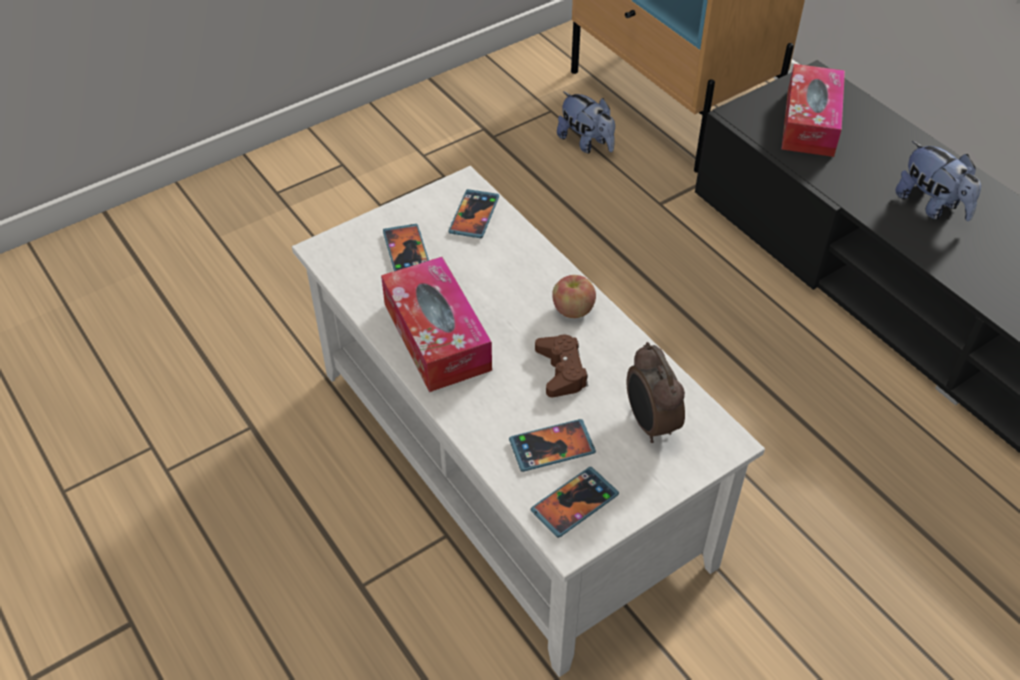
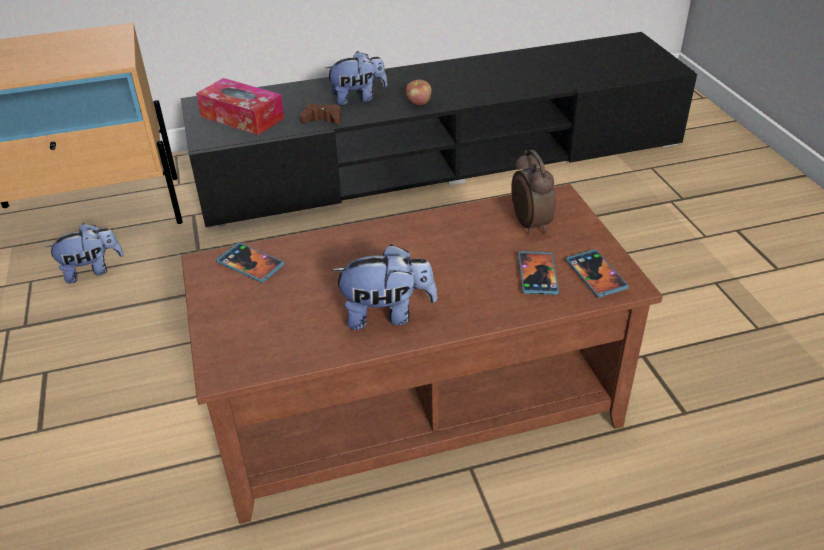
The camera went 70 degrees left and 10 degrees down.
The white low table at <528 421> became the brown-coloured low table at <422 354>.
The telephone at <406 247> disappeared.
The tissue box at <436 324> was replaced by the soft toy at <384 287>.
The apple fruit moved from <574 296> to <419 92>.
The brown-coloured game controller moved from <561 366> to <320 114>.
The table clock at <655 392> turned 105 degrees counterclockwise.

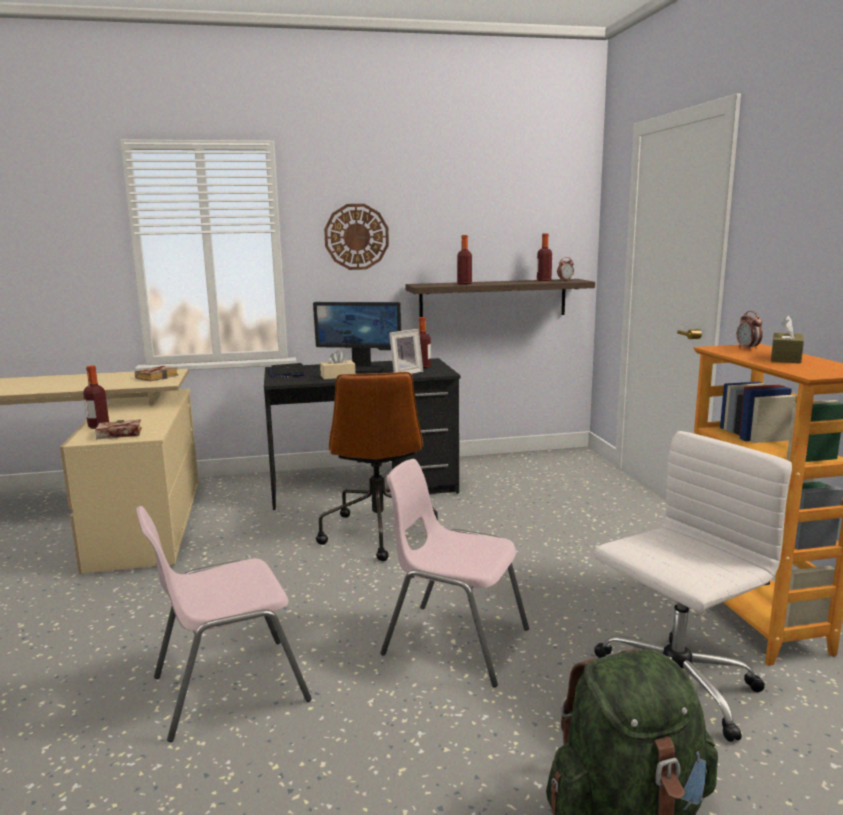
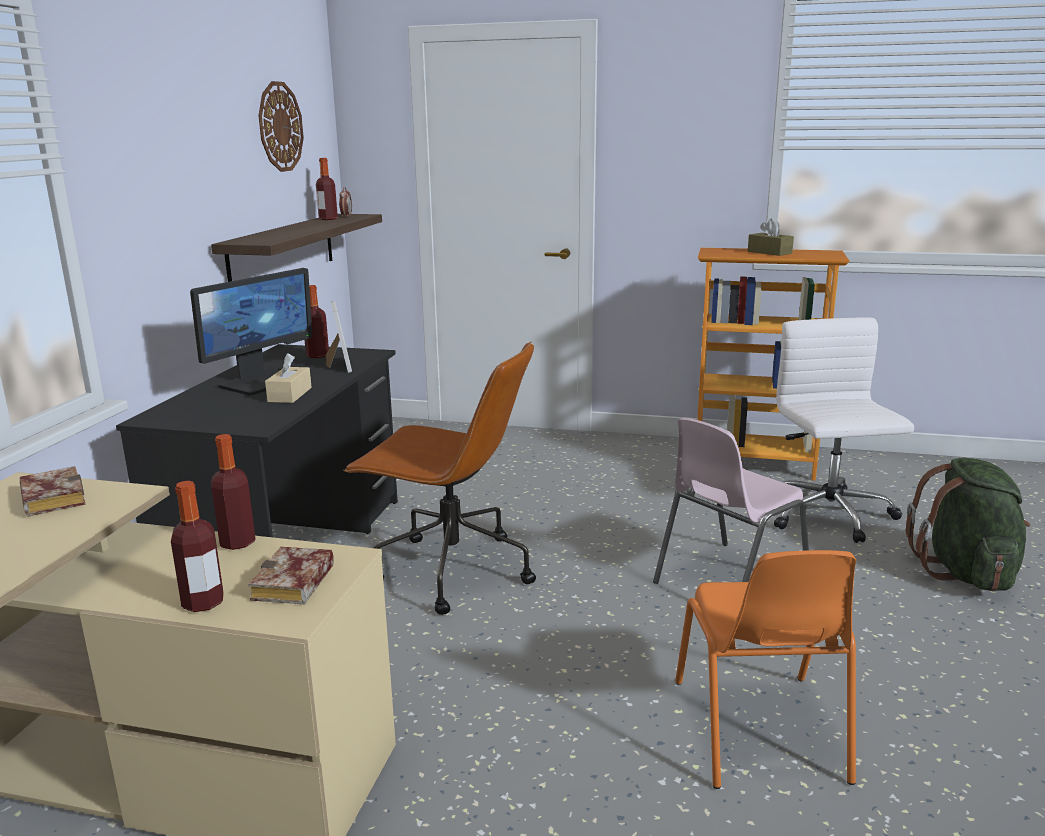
The camera went 65 degrees left and 5 degrees up.
The clock on the wall moved from <356 237> to <281 126>.
The bottle moved from <464 259> to <233 492>.
The table clock at <750 330> disappeared.
The laptop at <288 370> disappeared.
The pink plain chair at <224 624> became the orange-coloured plain chair at <765 669>.

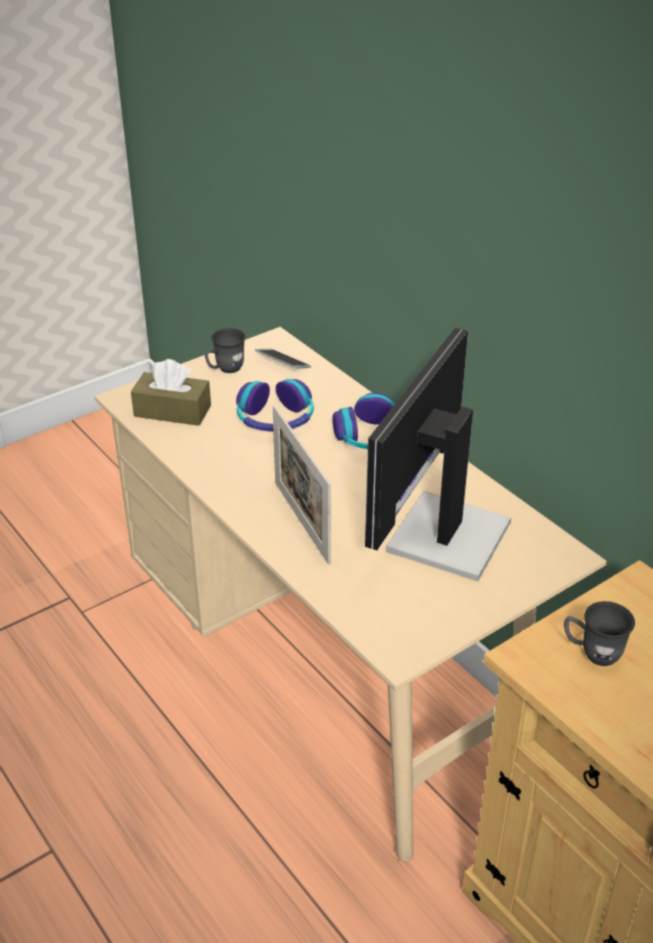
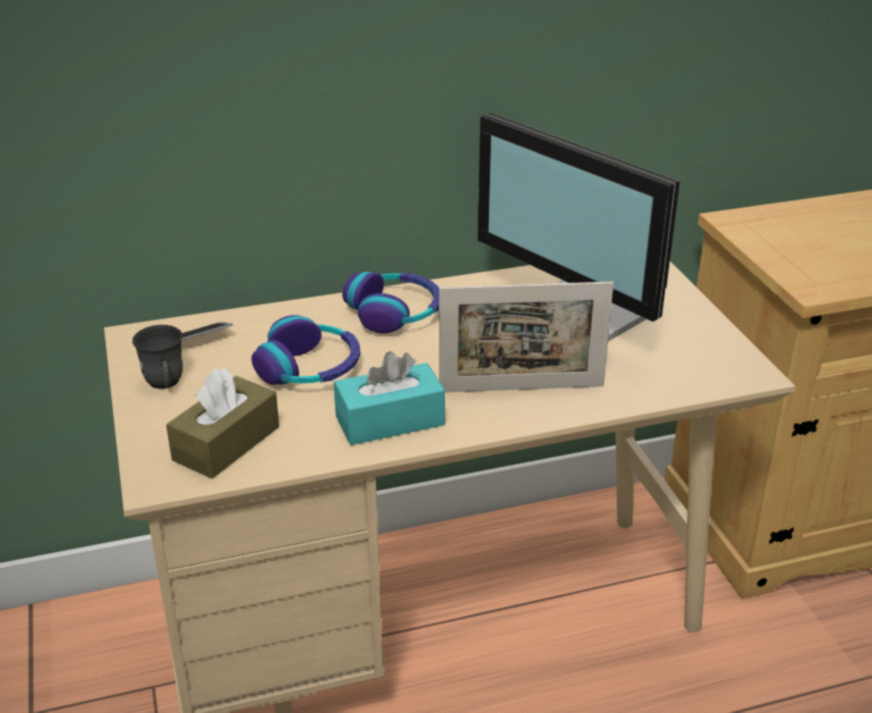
The camera went 70 degrees left and 5 degrees down.
The grey mug at <599 633> disappeared.
The turquoise tissue box at <389 398> appeared.

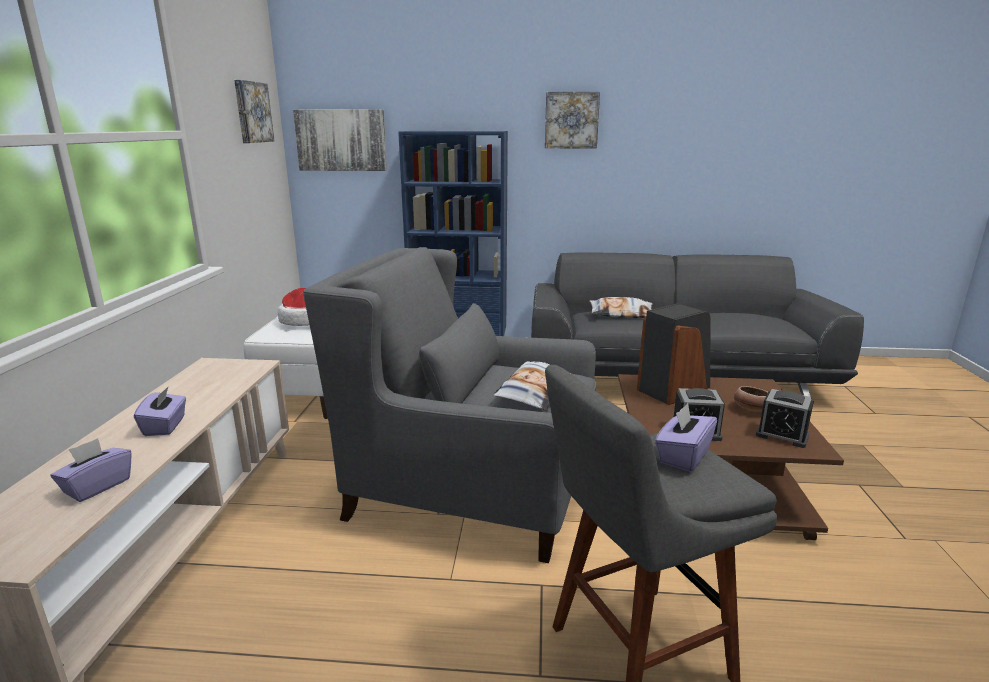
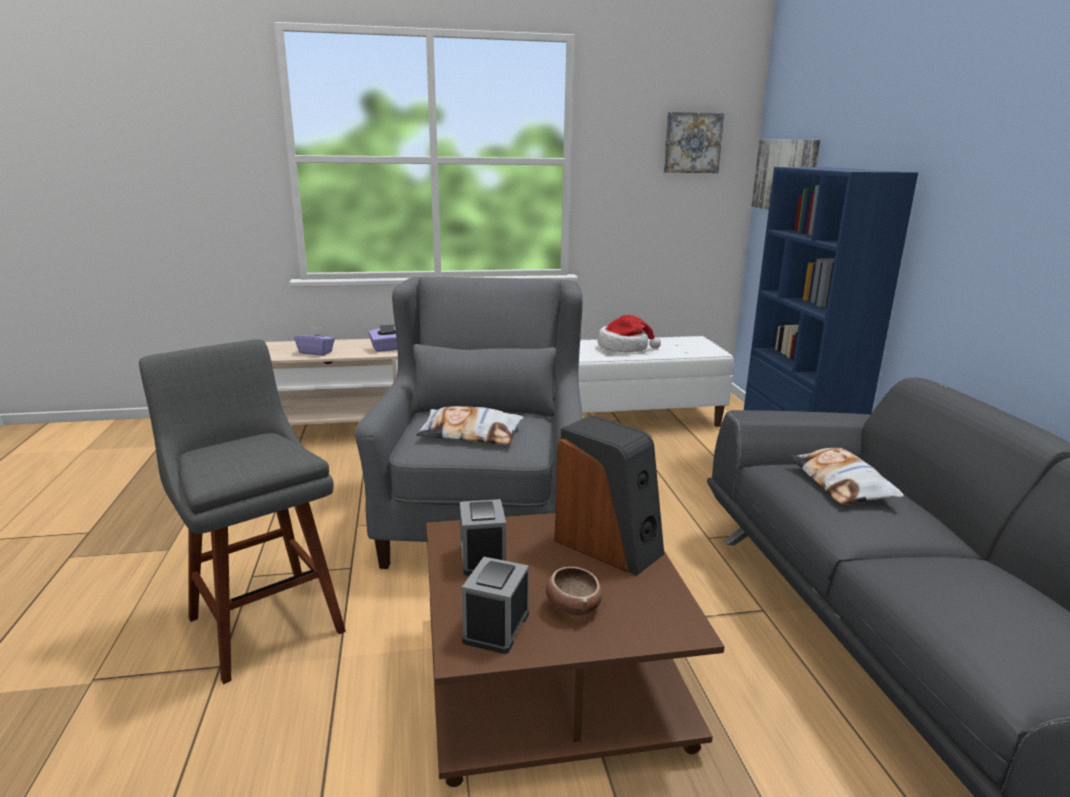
The camera went 75 degrees right and 0 degrees up.
The picture at <572 120> disappeared.
The purplish tissue box at <686 437> disappeared.

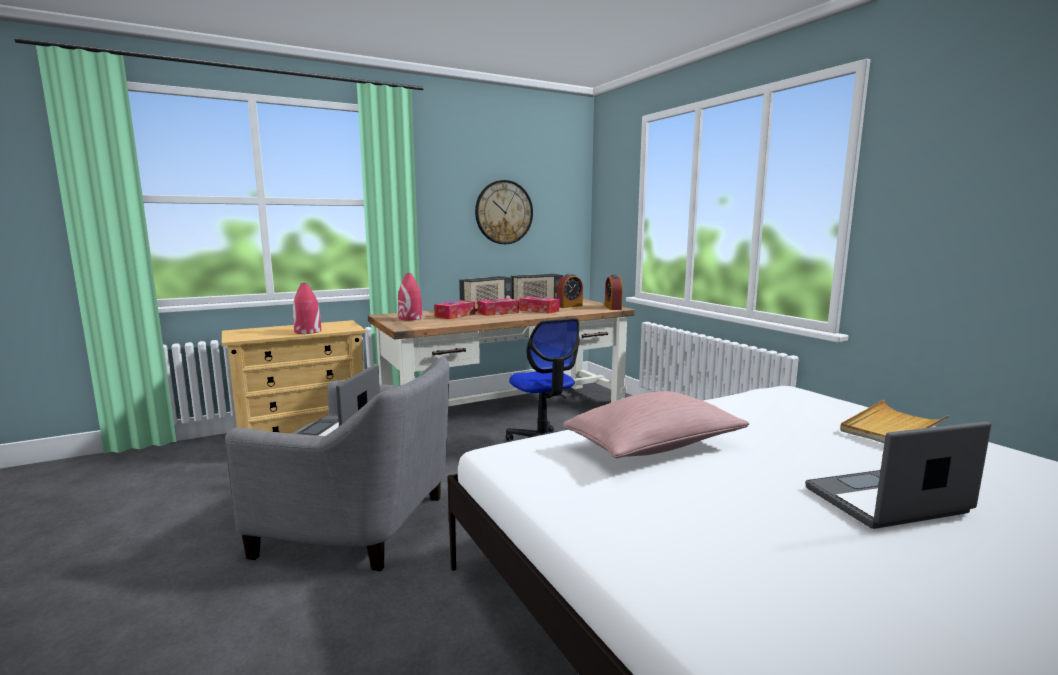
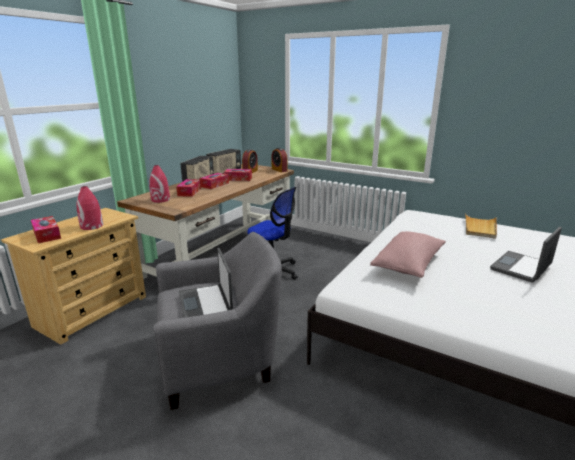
The camera went 30 degrees left and 10 degrees up.
The clock on the wall at <504 212> disappeared.
The tissue box at <46 229> appeared.

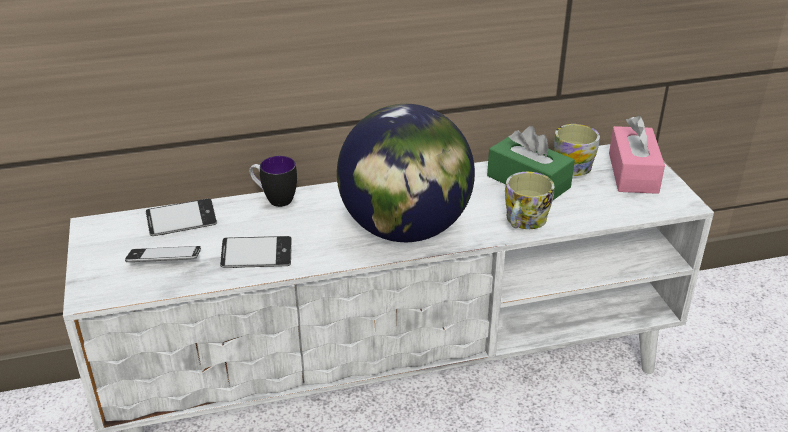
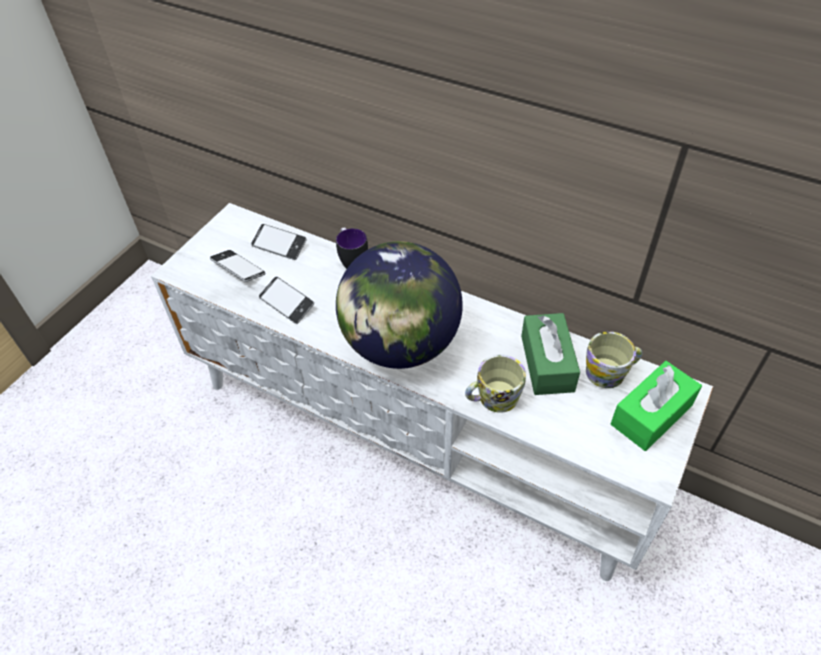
The camera went 45 degrees right and 15 degrees up.
The pink tissue box at <637 155> became the greenish tissue box at <656 406>.

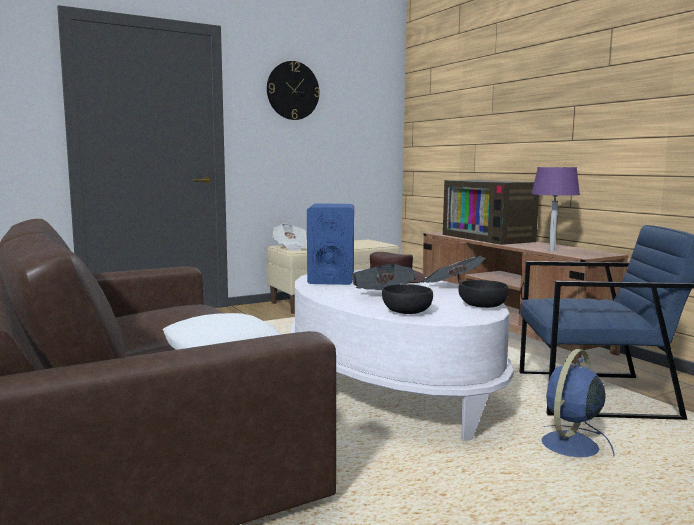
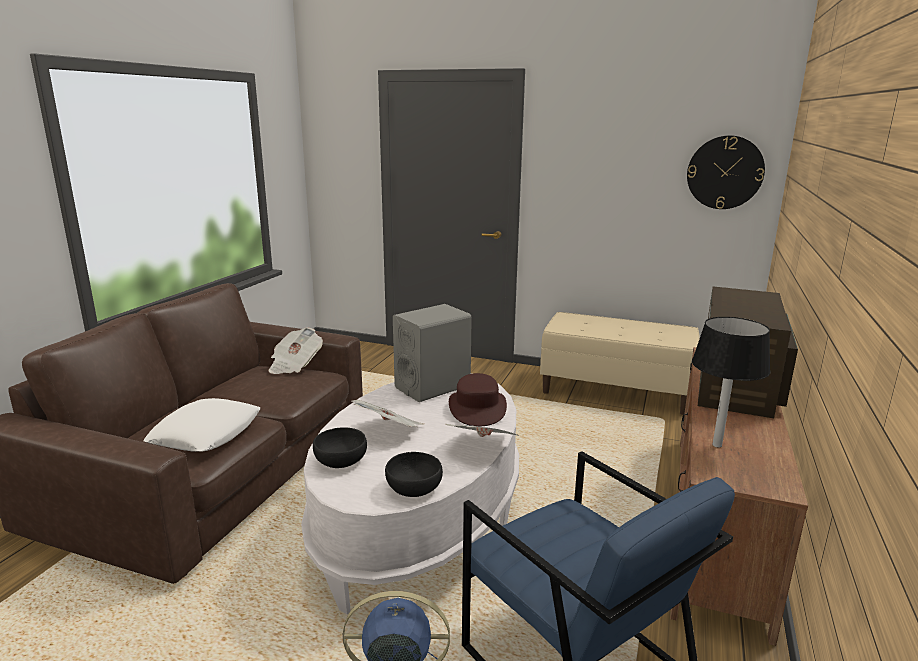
The camera went 50 degrees right and 10 degrees up.
The clock on the wall moved from <293 90> to <726 172>.
The purplish lamp for a table at <555 209> became the black lamp for a table at <731 382>.
The bluish speaker at <330 244> became the grey speaker at <432 353>.
The newspaper moved from <290 237> to <295 351>.

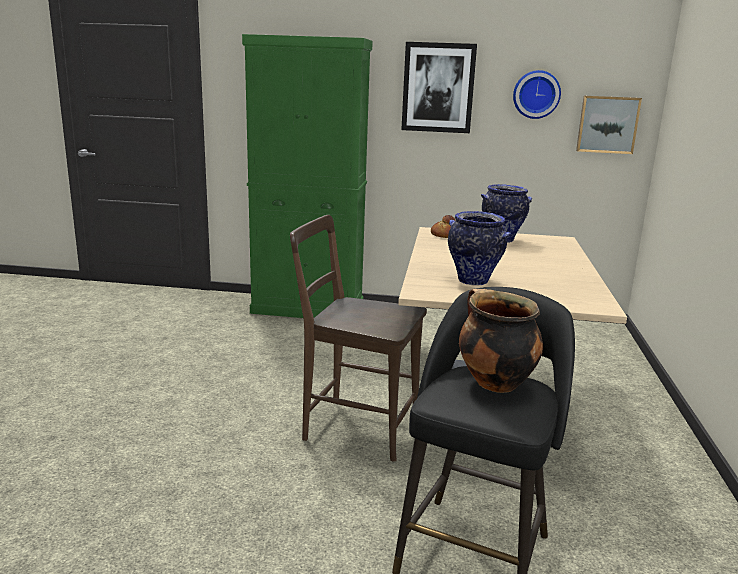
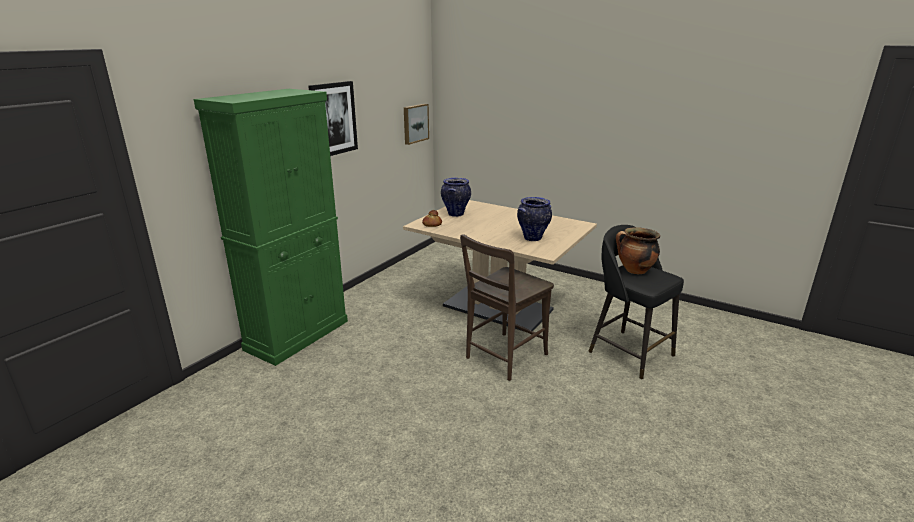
The camera went 65 degrees left and 5 degrees up.
The clock on the wall at <537 94> disappeared.

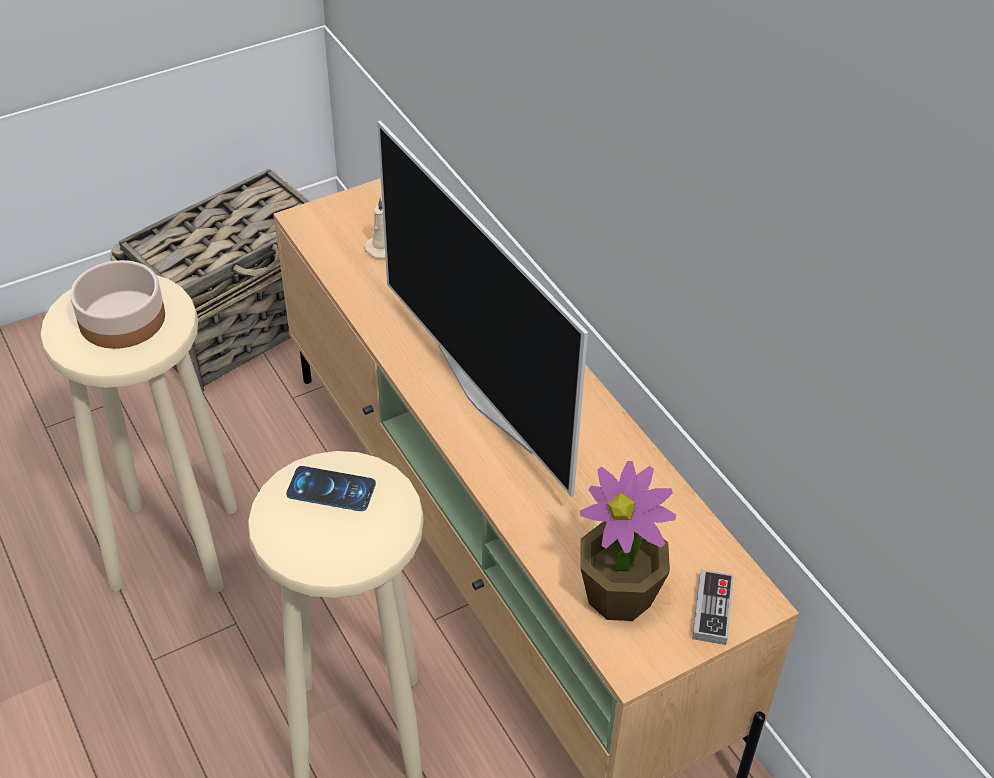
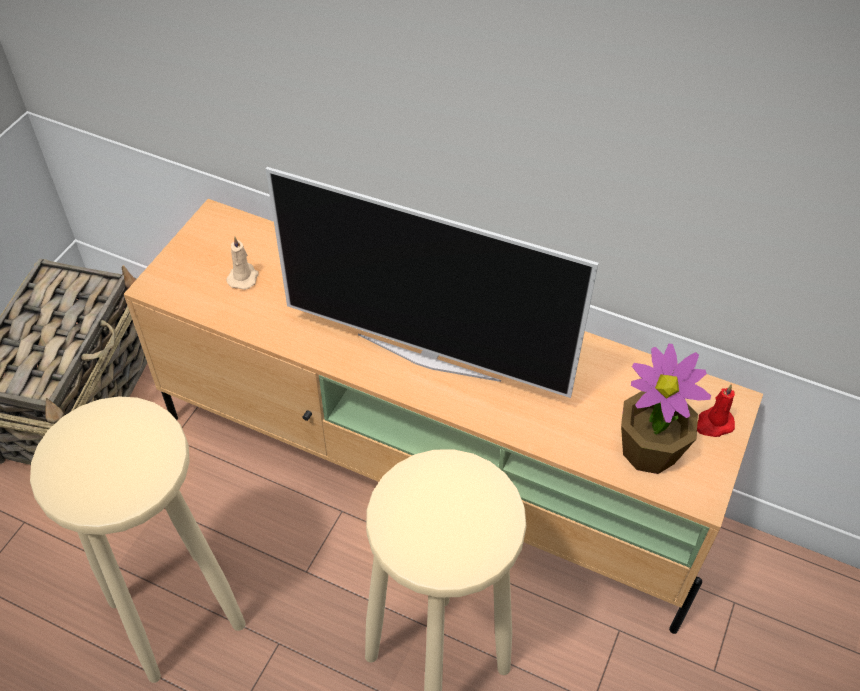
The camera went 35 degrees left and 5 degrees up.
The bowl at <117 304> disappeared.
The telephone at <331 488> disappeared.
The game controller at <713 607> was replaced by the red-coloured candle at <716 410>.

